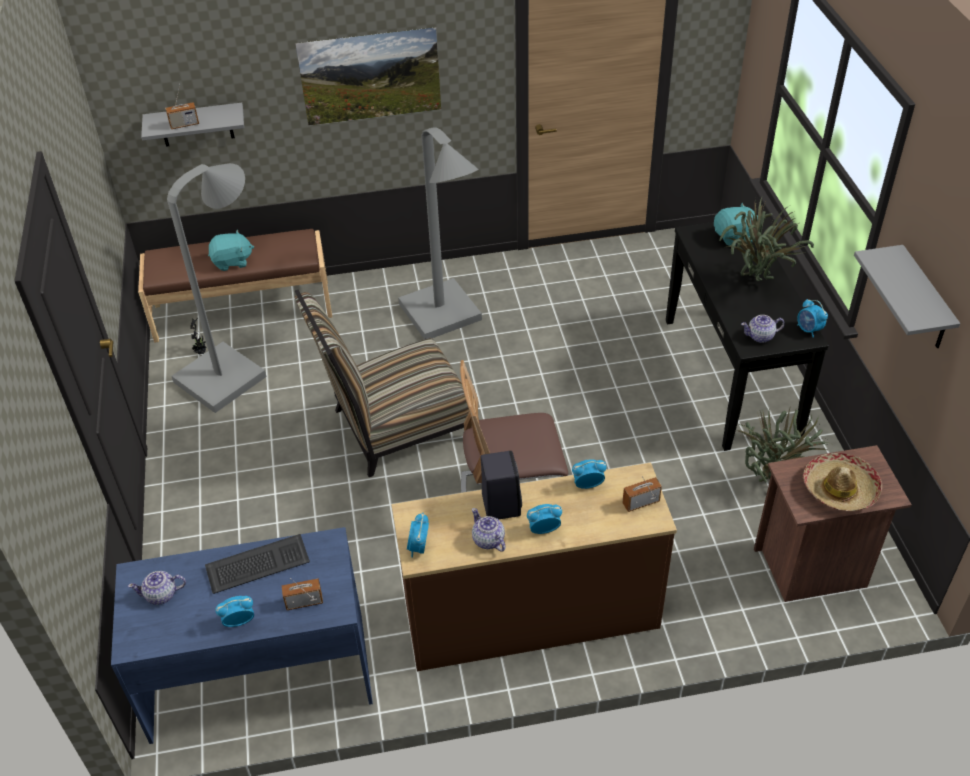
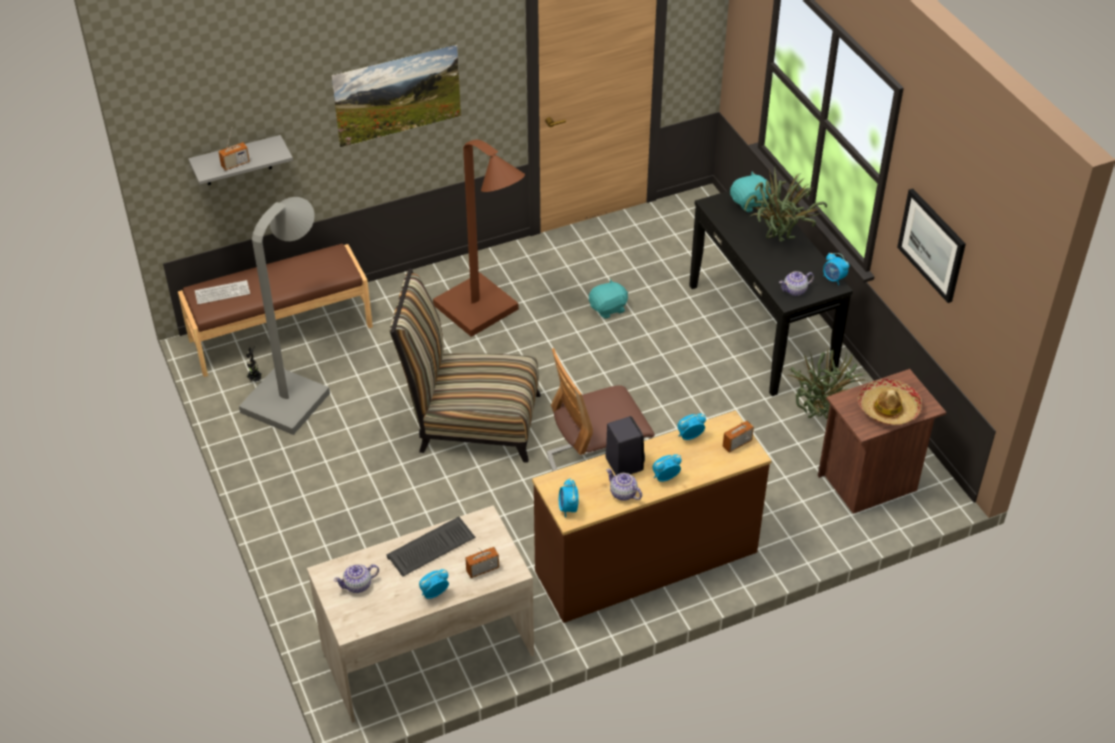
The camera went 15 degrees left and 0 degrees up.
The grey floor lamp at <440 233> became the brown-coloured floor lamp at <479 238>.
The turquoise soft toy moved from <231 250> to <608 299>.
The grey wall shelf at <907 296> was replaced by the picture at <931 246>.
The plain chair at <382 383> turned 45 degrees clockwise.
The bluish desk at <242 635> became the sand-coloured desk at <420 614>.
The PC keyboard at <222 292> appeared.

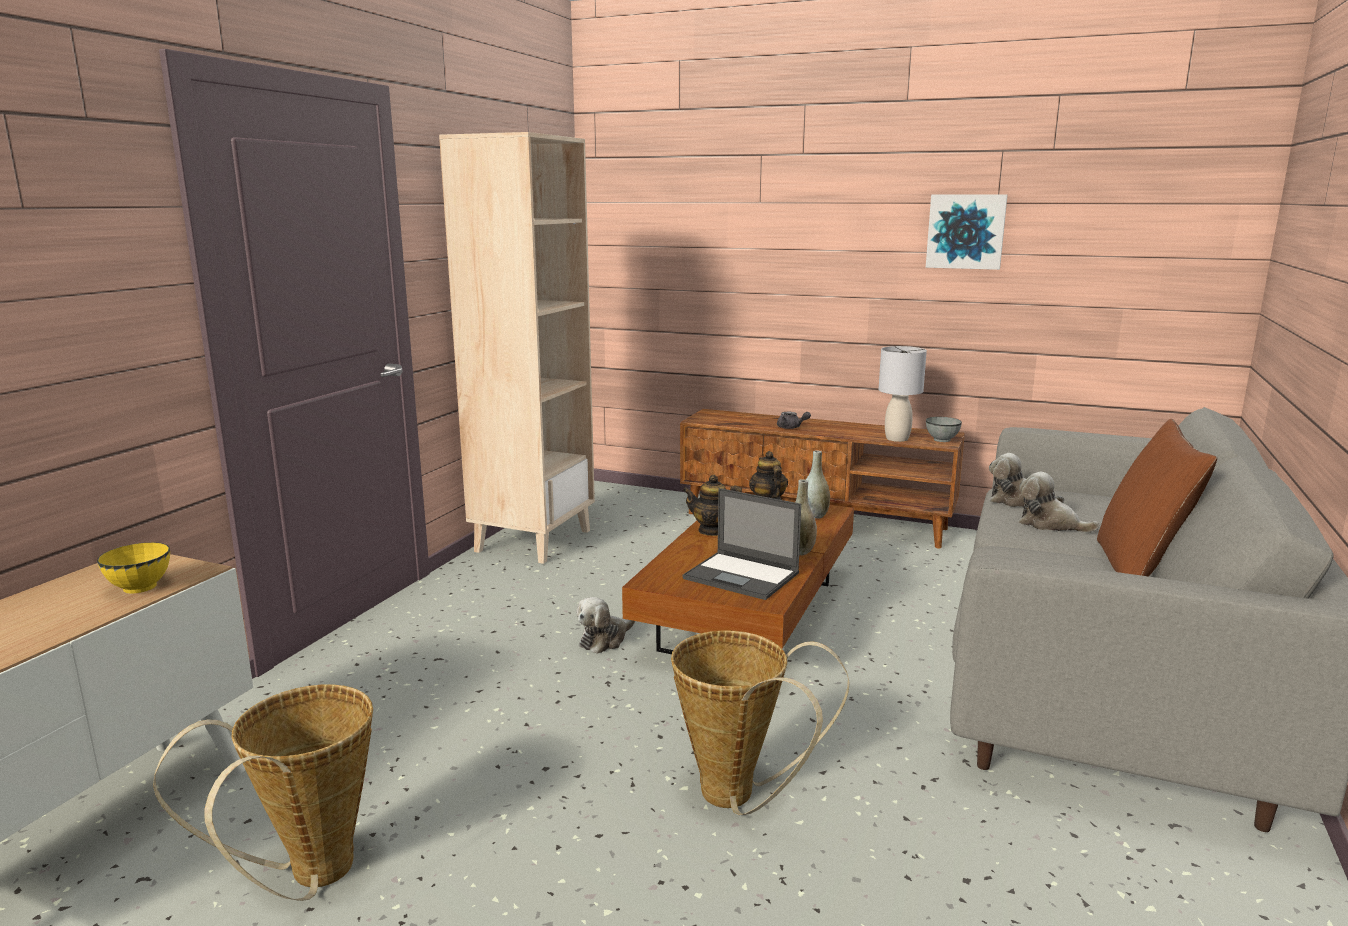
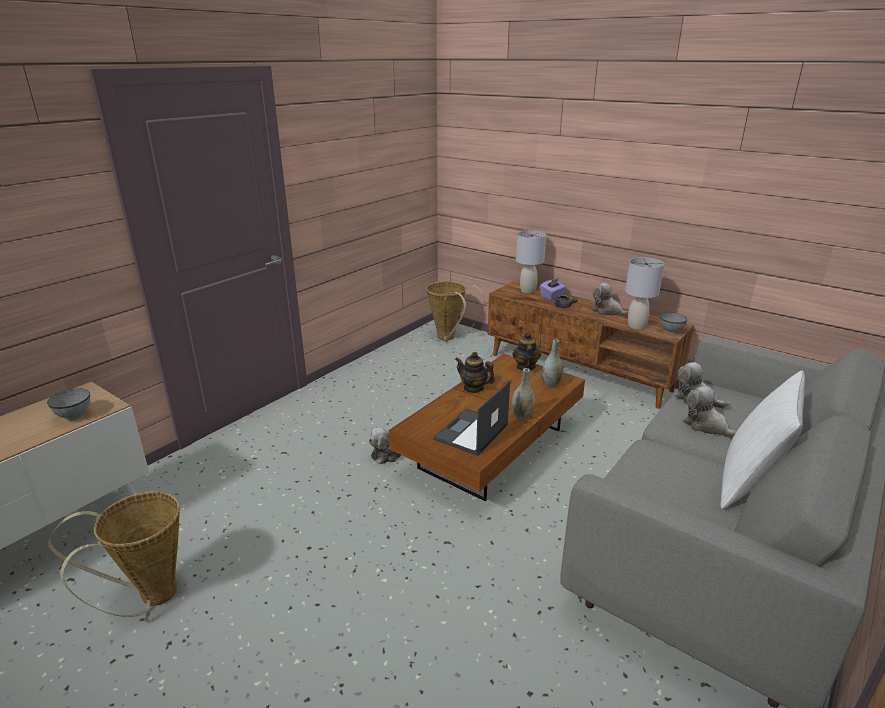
The camera went 15 degrees right and 10 degrees up.
The sand-coloured shelving unit at <517 348> disappeared.
The picture at <967 232> disappeared.
The brown-coloured cushion at <1157 498> became the white cushion at <762 440>.
The laptop at <742 544> turned 75 degrees clockwise.
The yellow-coloured bowl at <133 567> became the grey bowl at <68 404>.
The household basket moved from <760 722> to <455 311>.
The grey lamp for a table at <531 262> appeared.
The purplish tissue box at <552 289> appeared.
The soft toy at <610 300> appeared.

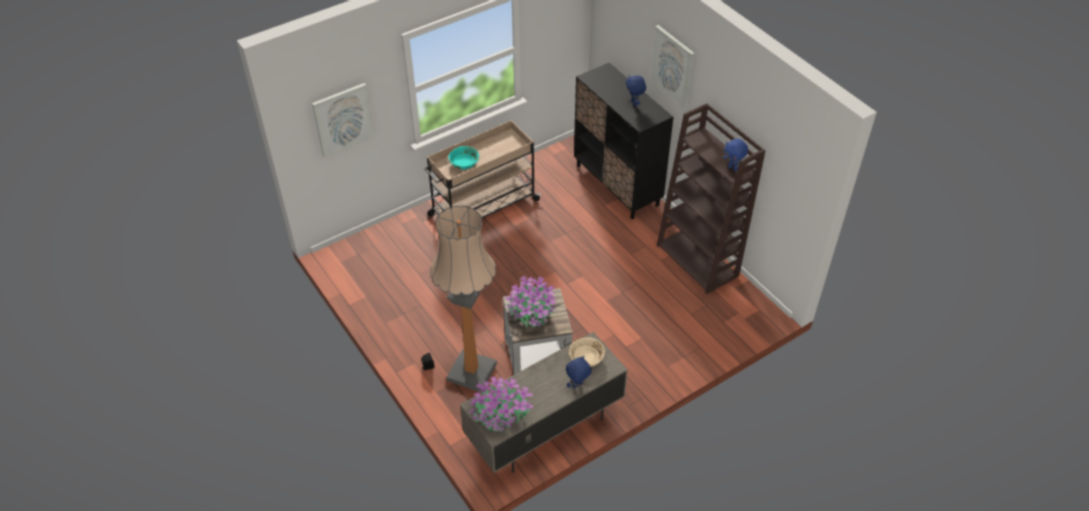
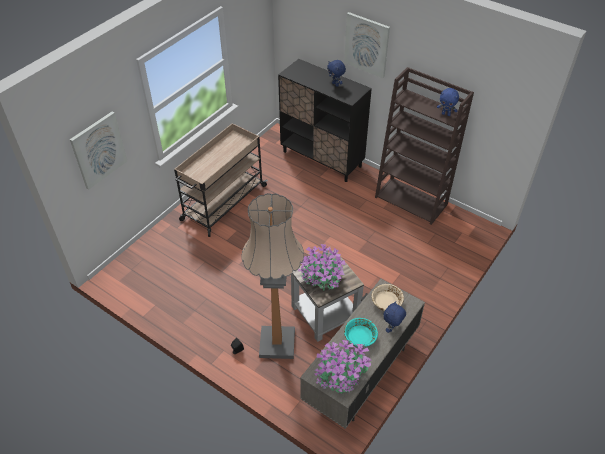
The camera went 20 degrees left and 0 degrees up.
The turquoise bowl moved from <463 158> to <361 332>.

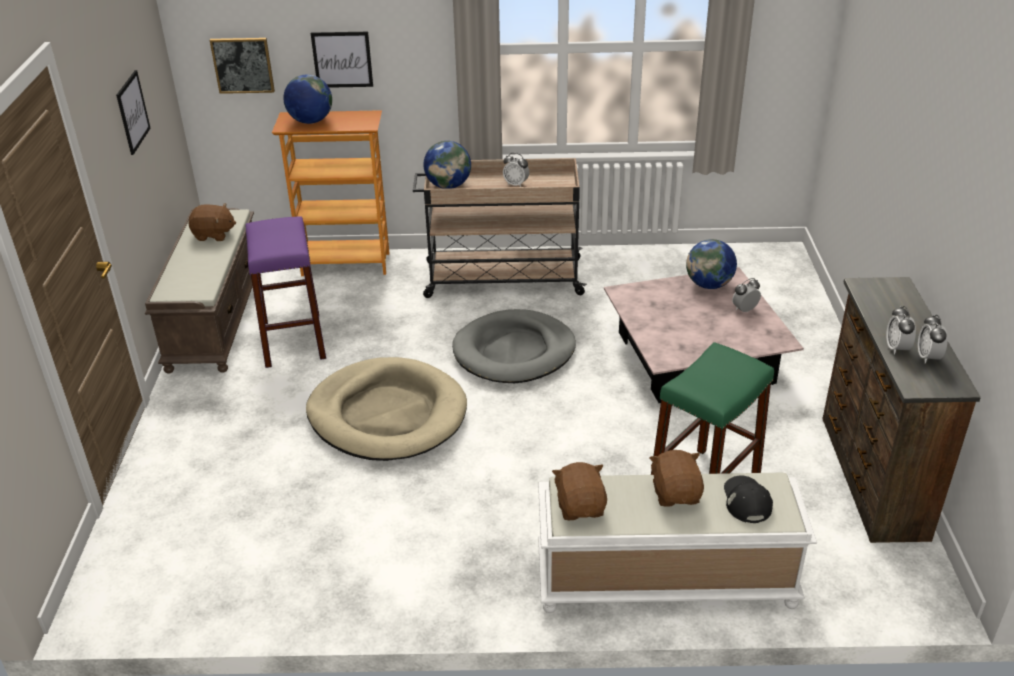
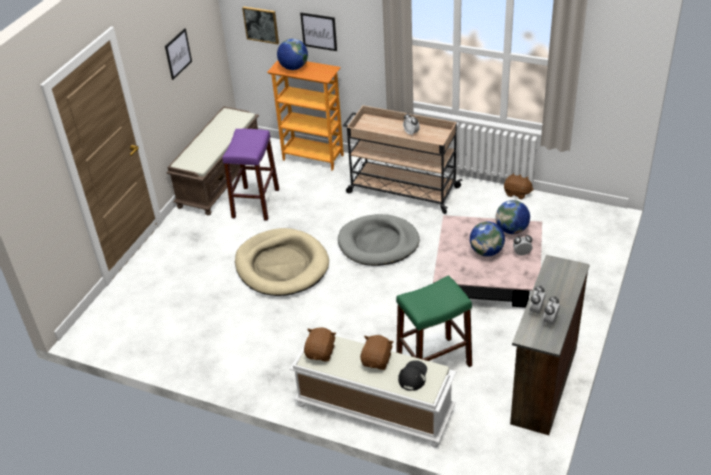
The camera went 25 degrees right and 5 degrees up.
The desk globe moved from <447 165> to <487 239>.
The brown-coloured soft toy moved from <212 222> to <519 186>.

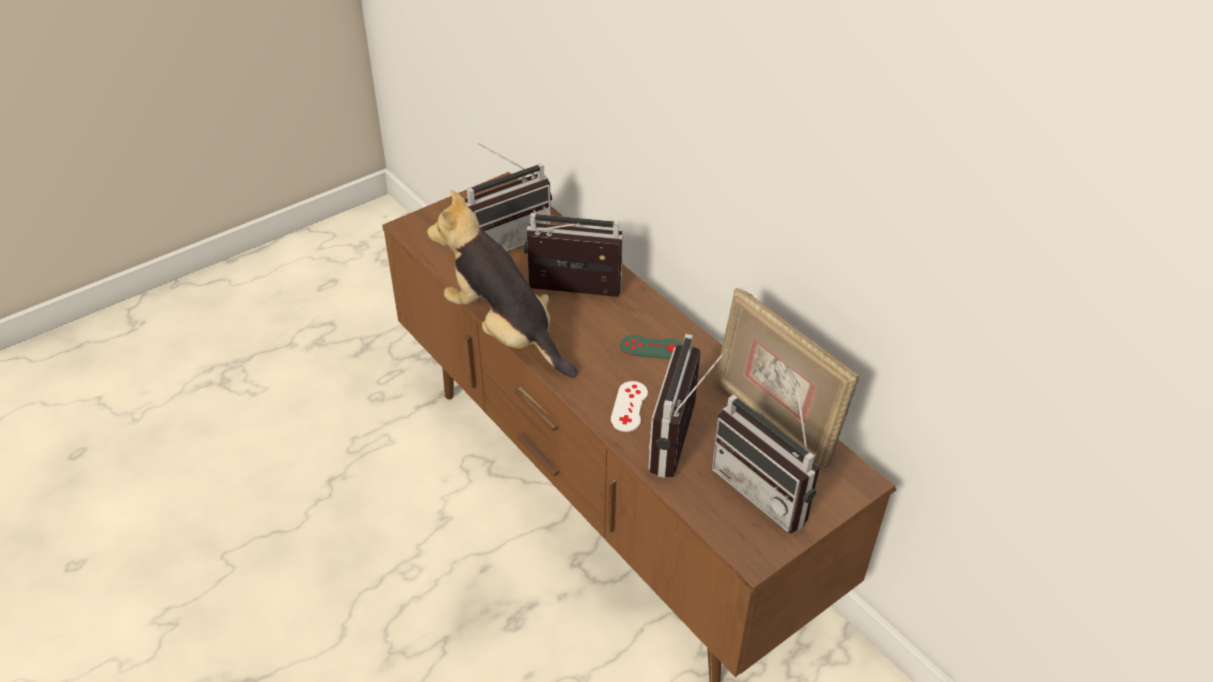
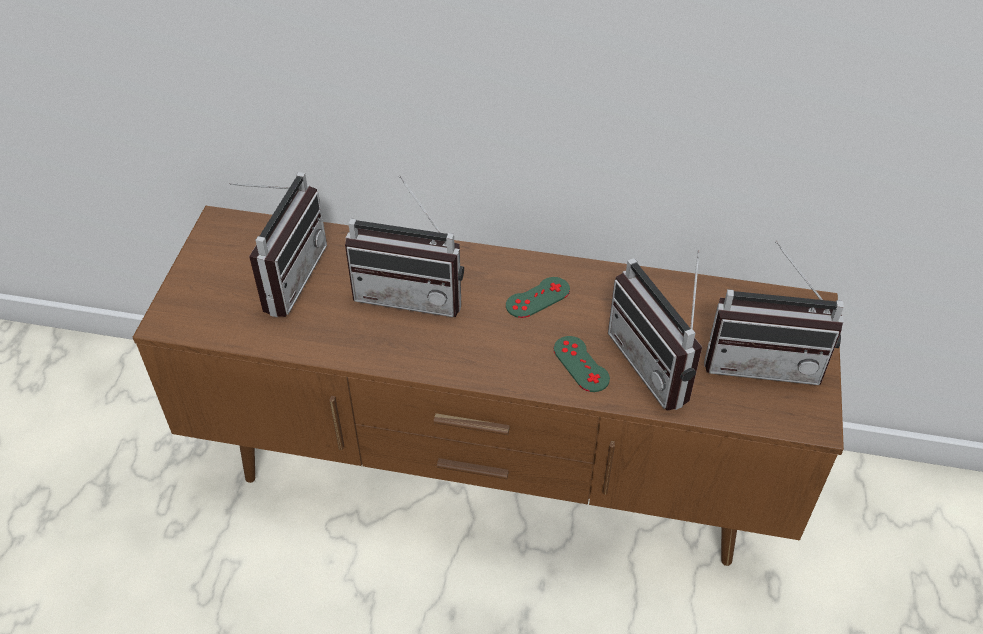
The camera went 40 degrees left and 5 degrees up.
The soft toy at <502 283> disappeared.
The radio receiver at <573 255> turned 135 degrees counterclockwise.
The picture frame at <787 379> disappeared.
The white game controller at <629 406> became the greenish game controller at <582 364>.

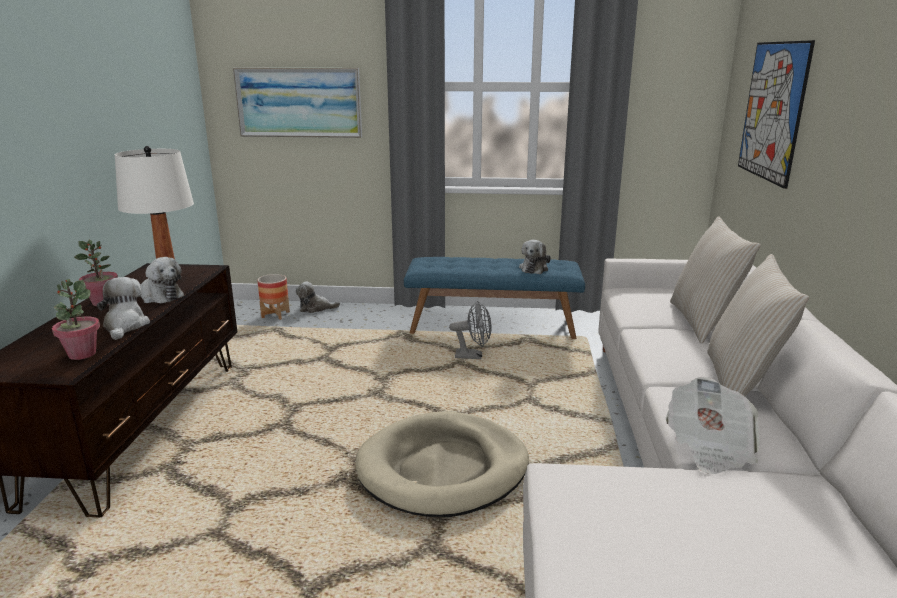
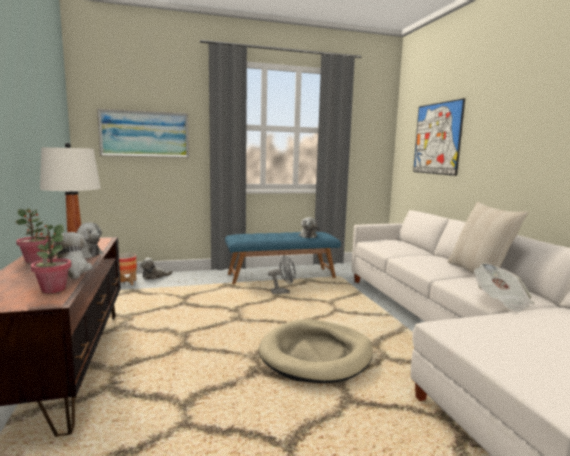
The camera went 20 degrees left and 10 degrees down.
The sand-coloured cushion at <715 279> disappeared.

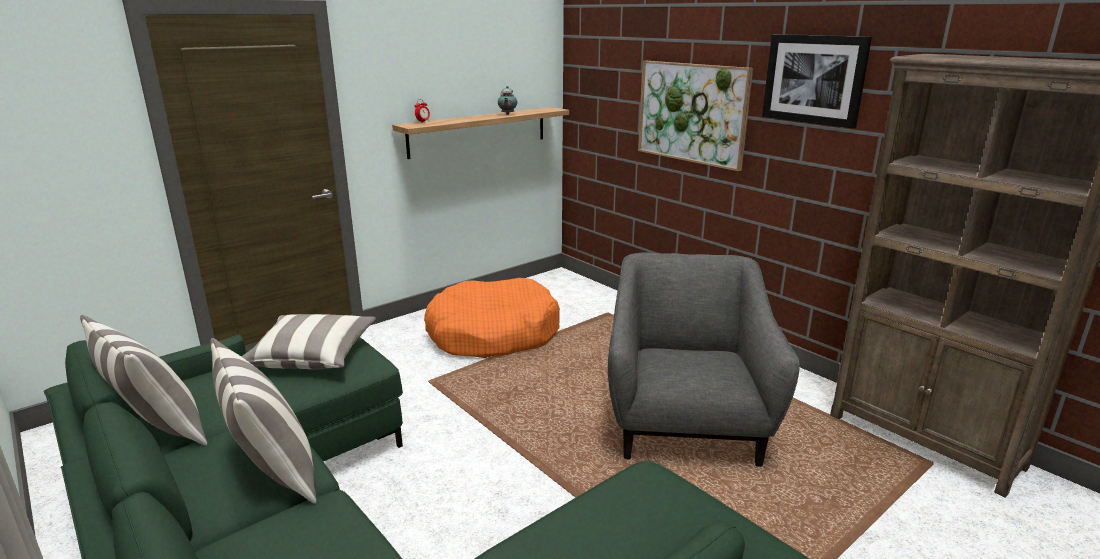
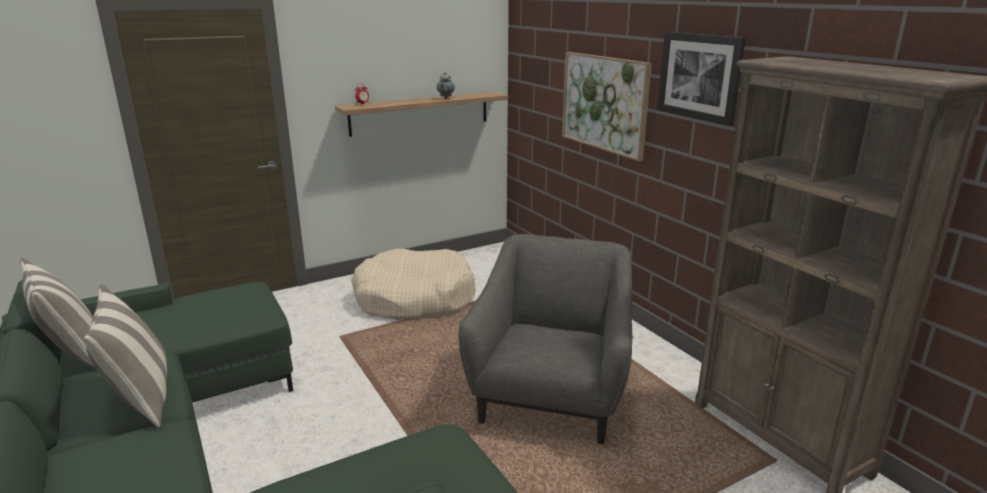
The camera went 10 degrees right and 0 degrees up.
The orange-coloured dog bed at <492 318> became the sand-coloured dog bed at <413 284>.
The cushion at <308 342> disappeared.

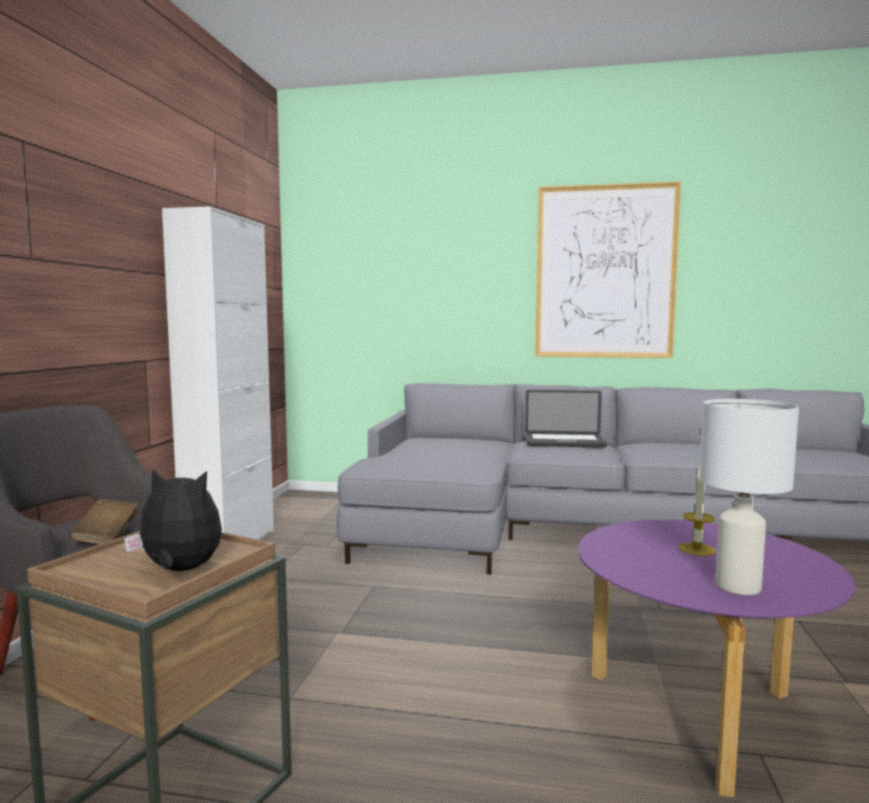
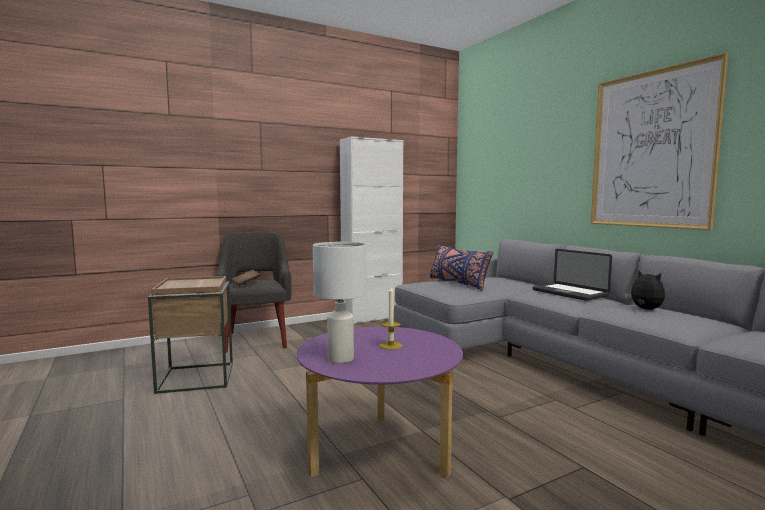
The camera went 50 degrees right and 0 degrees up.
The soft toy moved from <173 520> to <645 290>.
The bluish cushion at <461 268> appeared.

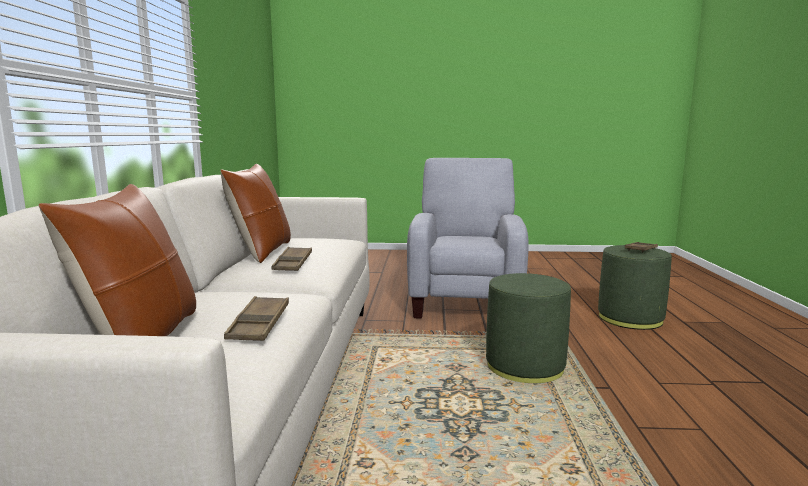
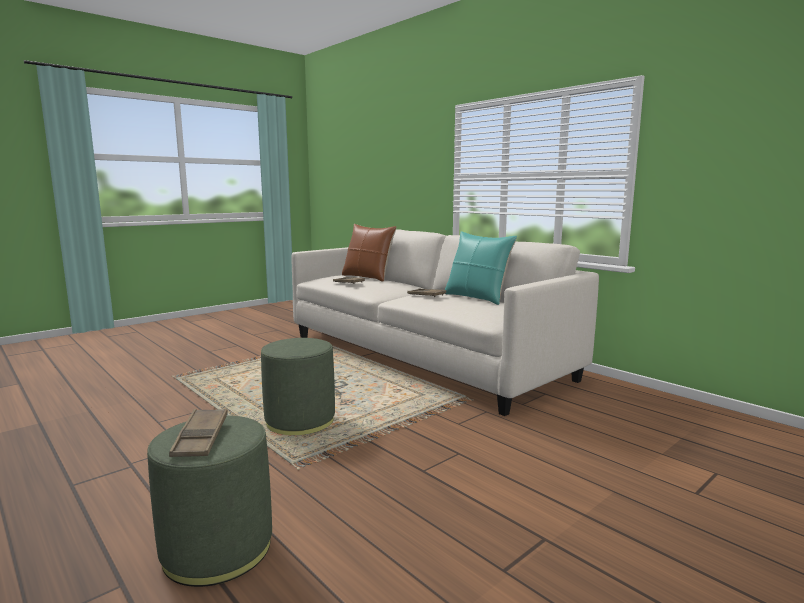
The camera went 135 degrees right and 0 degrees up.
The grey lounge chair at <468 238> disappeared.
The brown-coloured cushion at <255 213> became the turquoise cushion at <481 268>.

